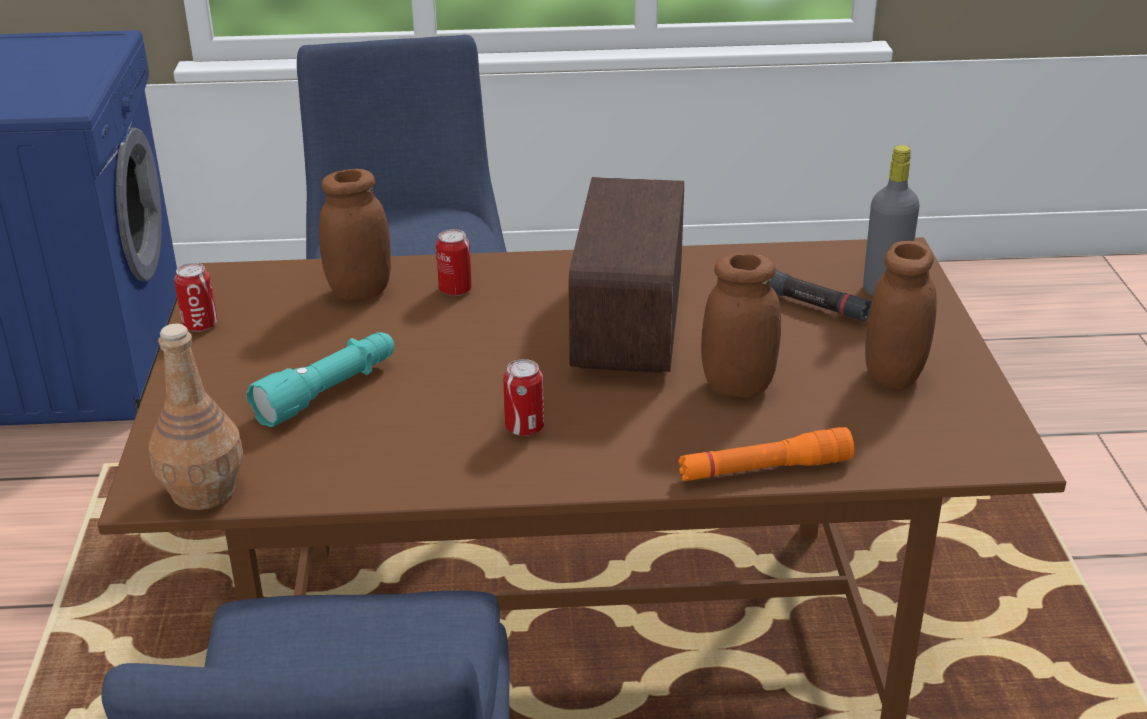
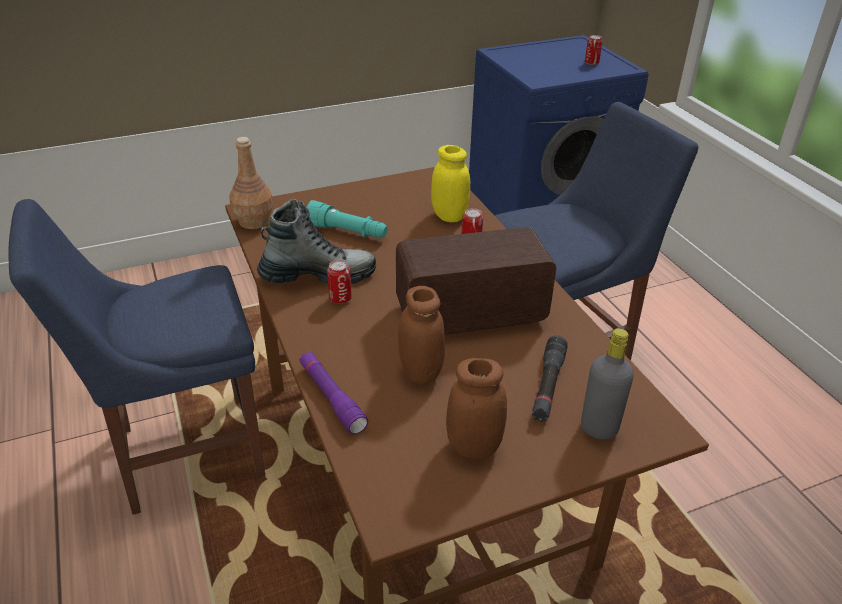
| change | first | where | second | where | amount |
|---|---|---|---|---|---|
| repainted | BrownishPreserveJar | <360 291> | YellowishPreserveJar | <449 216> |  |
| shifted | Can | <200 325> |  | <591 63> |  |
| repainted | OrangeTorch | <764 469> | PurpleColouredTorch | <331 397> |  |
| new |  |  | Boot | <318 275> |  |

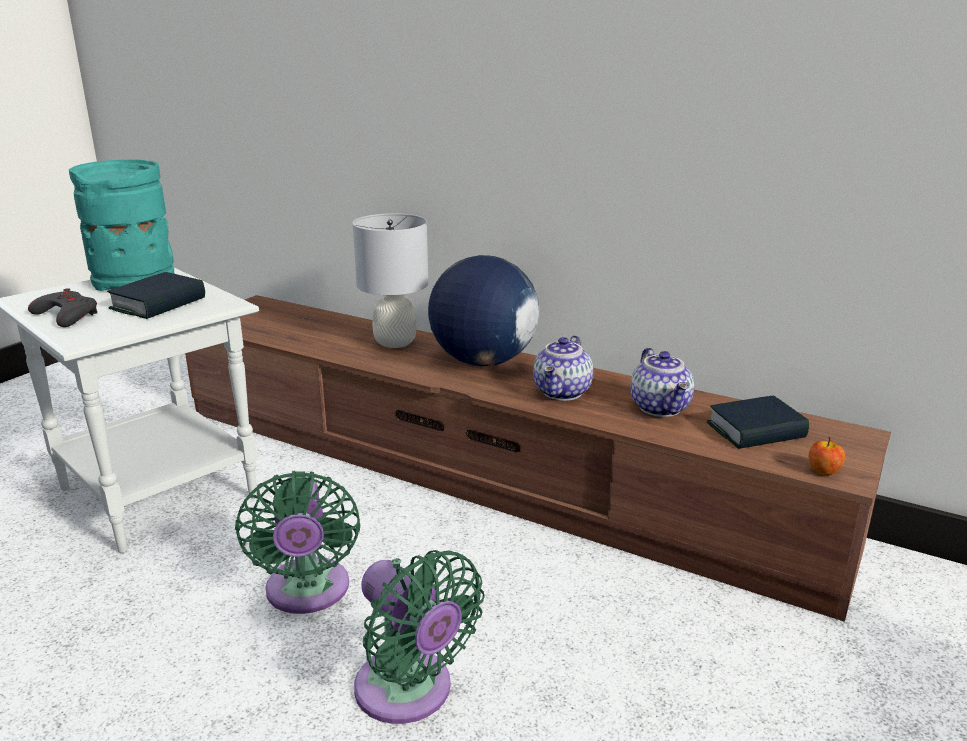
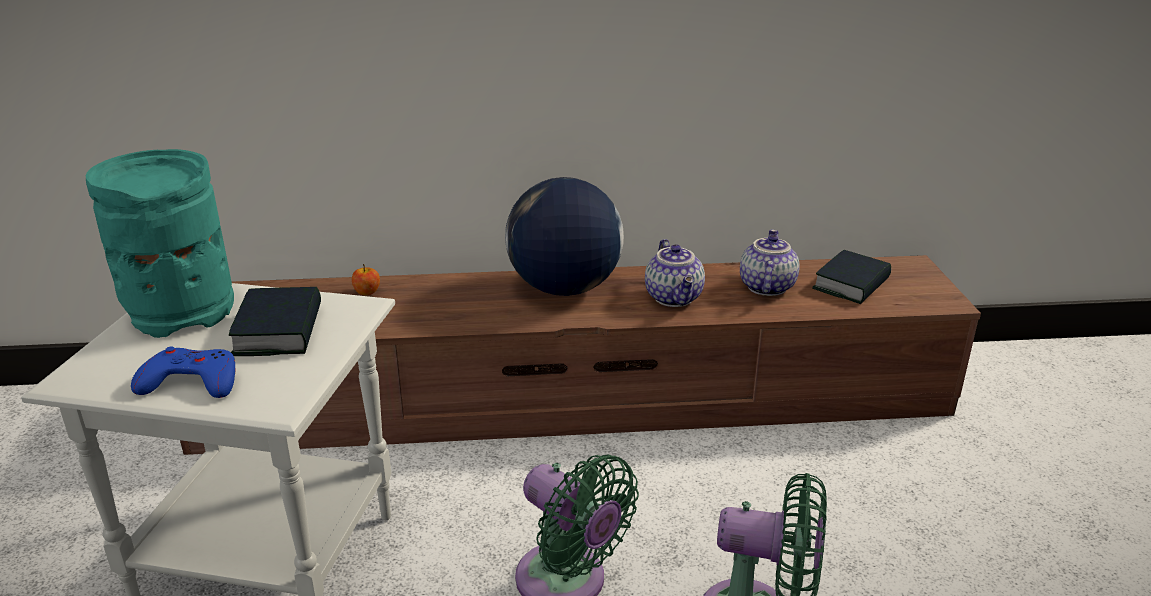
| change | first | where | second | where | amount |
|---|---|---|---|---|---|
| gone | GreyTabletopLamp | <393 343> |  |  |  |
| repainted | GreyGamepad | <66 315> | BlueGamepad | <191 382> |  |
| rotated | Teapot | <661 408> |  | <765 287> | 120 degrees counterclockwise |
| shifted | Apple | <823 471> |  | <367 292> |  |

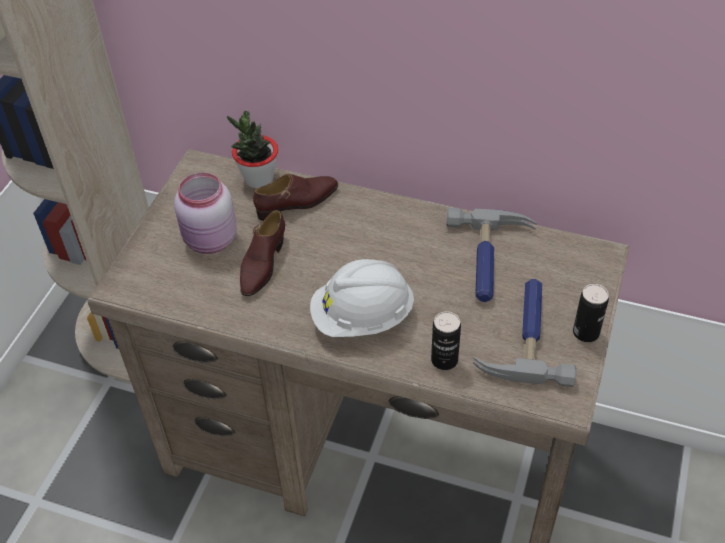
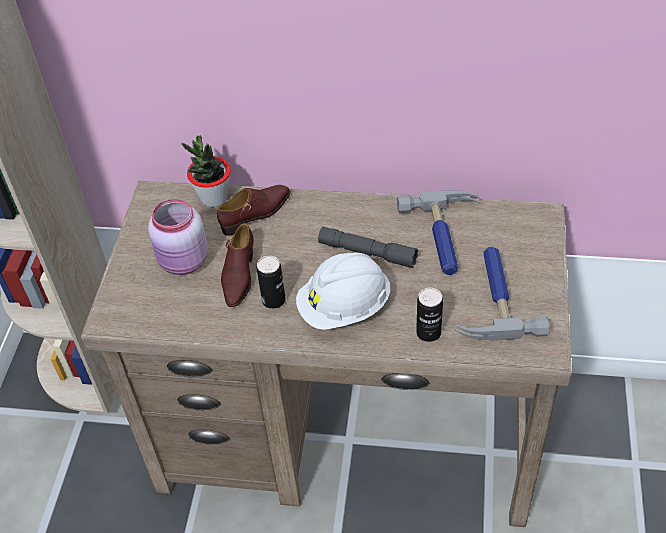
| change | first | where | second | where | amount |
|---|---|---|---|---|---|
| shifted | Can | <586 332> |  | <273 300> |  |
| new |  |  | GreyTorch | <367 253> |  |

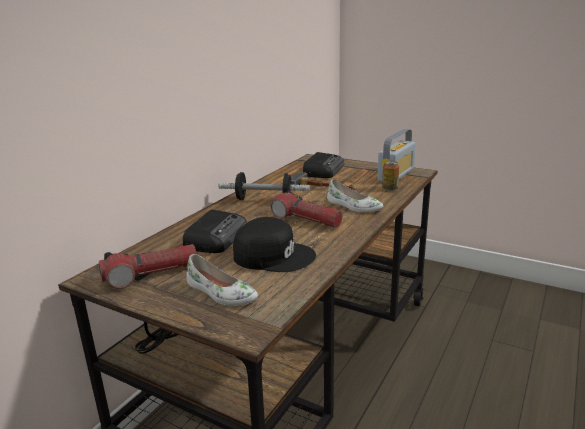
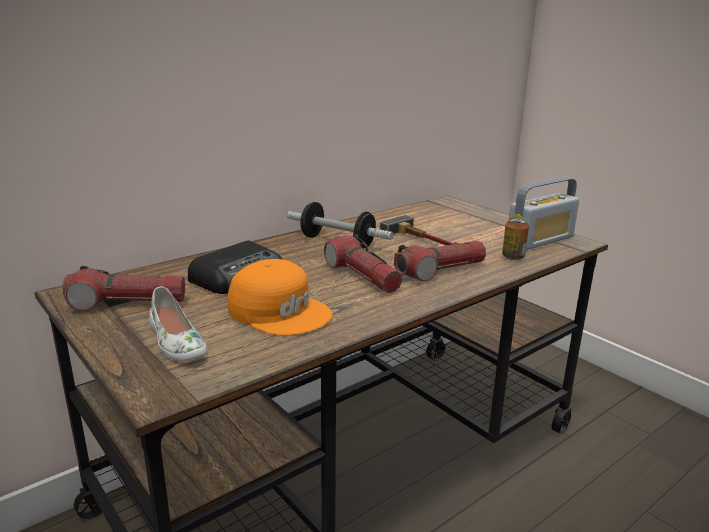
| change | first | where | second | where | amount |
|---|---|---|---|---|---|
| gone | Radio | <323 170> |  |  |  |
| swapped | WhitishShoe | <353 206> | Torch | <440 271> |  |
| repainted | BlackColouredCap | <273 255> | OrangeCap | <280 311> |  |

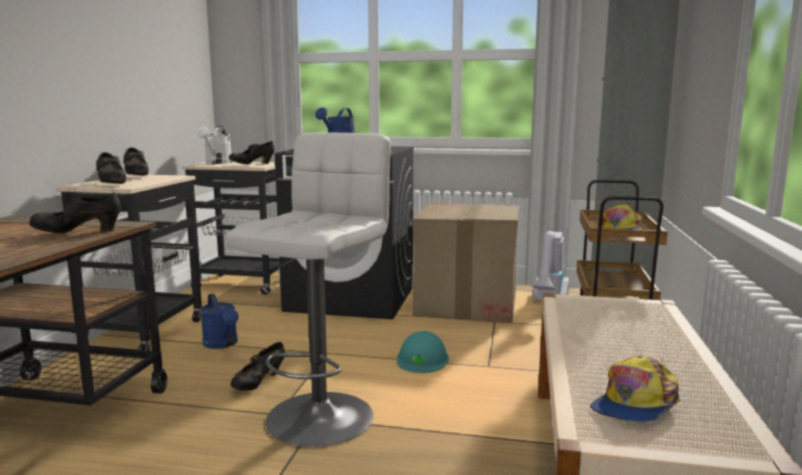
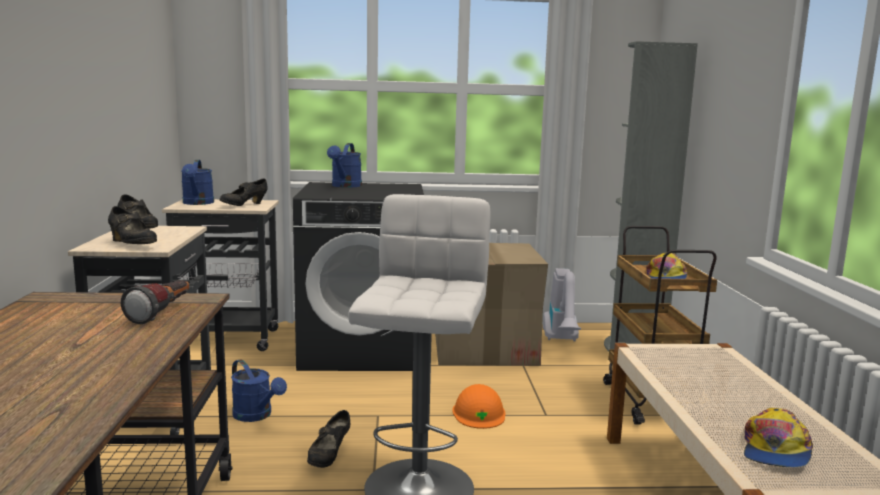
| change | first | where | second | where | amount |
|---|---|---|---|---|---|
| repainted | WhitishSprinklingCan | <217 163> | BlueSprinklingCan | <197 203> |  |
| swapped | BlackColouredShoe | <78 232> | Torch | <162 313> |  |
| repainted | BlueGreenSafetyHelmet | <422 359> | OrangeSafetyHelmet | <479 413> |  |

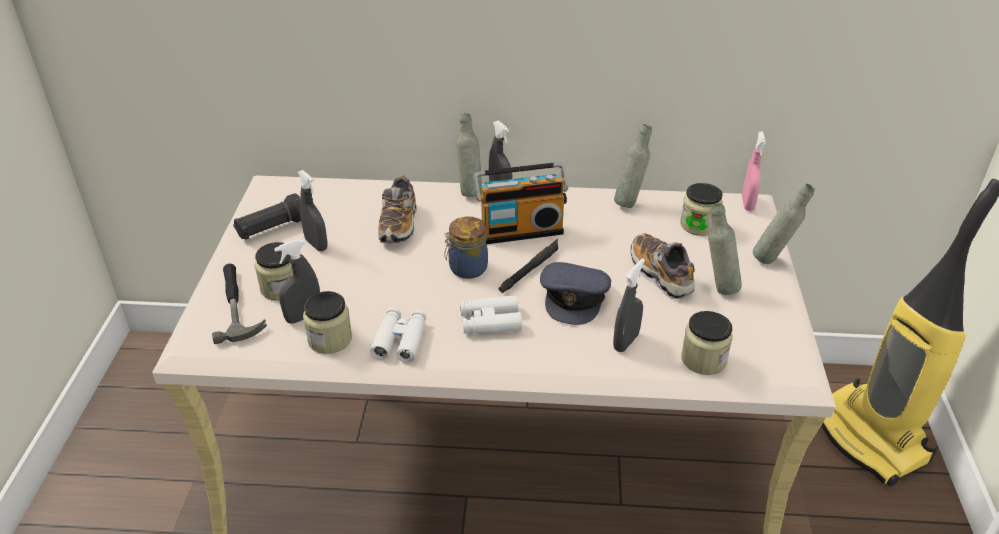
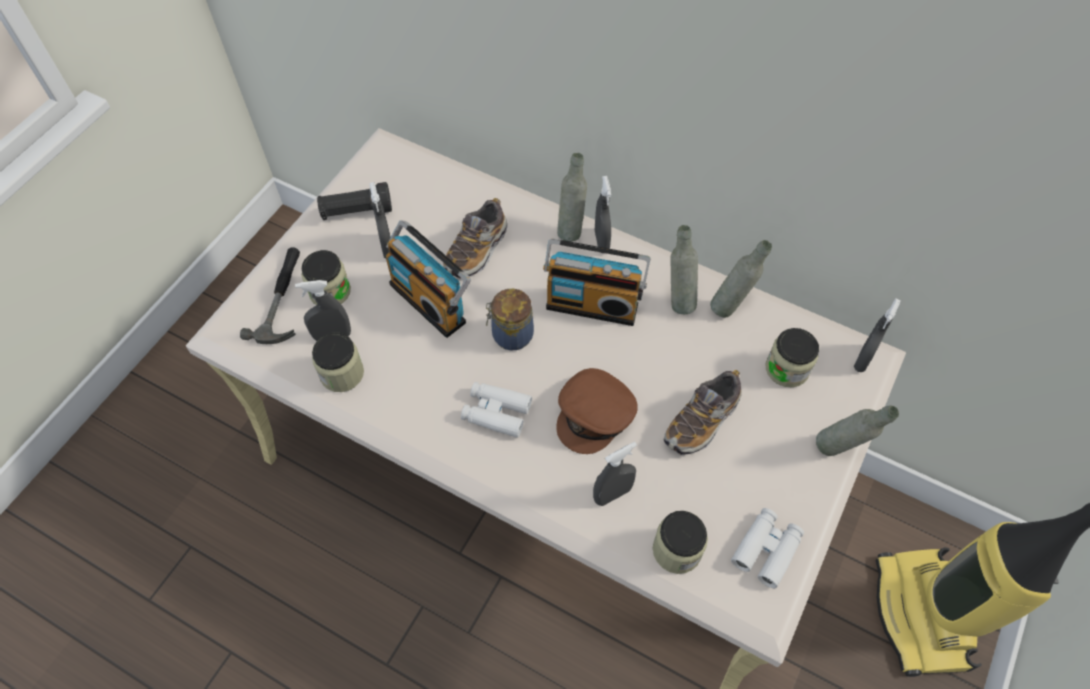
| change | first | where | second | where | amount |
|---|---|---|---|---|---|
| repainted | PinkSprayer | <747 204> | GreySprayer | <863 359> |  |
| shifted | GreyDrinkBottle | <718 287> |  | <678 299> |  |
| rotated | Shoe | <660 274> |  | <702 421> | 135 degrees counterclockwise |
| gone | BlackColouredTorch | <530 269> |  |  |  |
| repainted | GreyCap | <574 297> | BrownishCap | <595 415> |  |
| shifted | WhitishBinoculars | <400 340> |  | <766 550> |  |
| new |  |  | Radio | <431 301> |  |

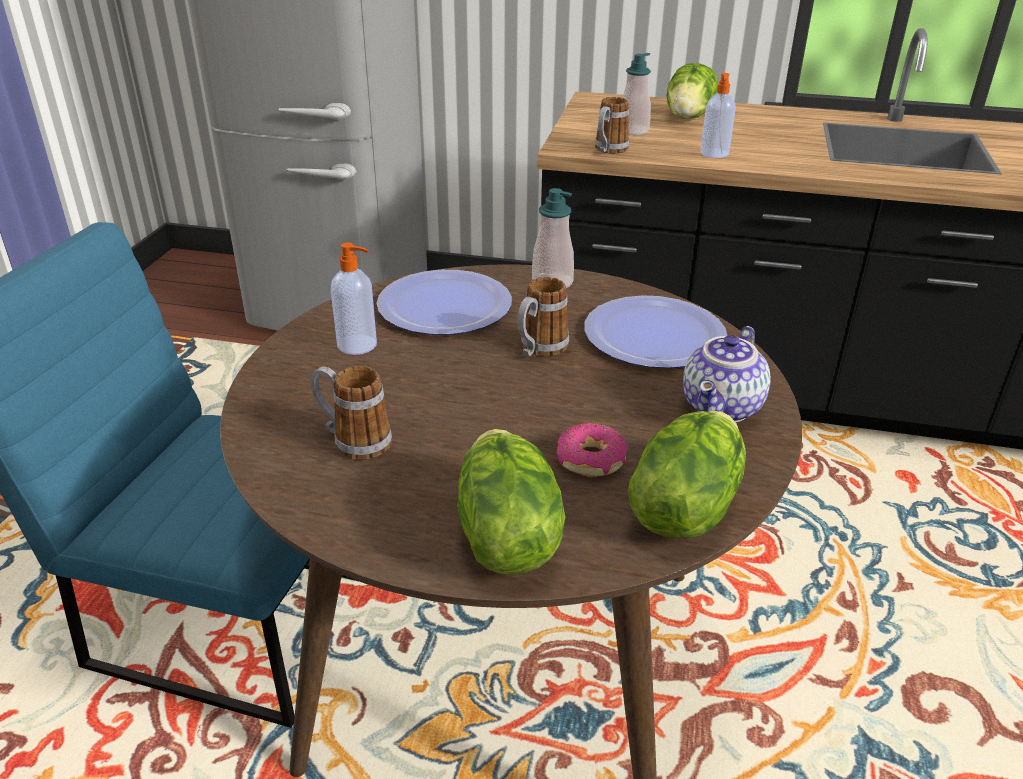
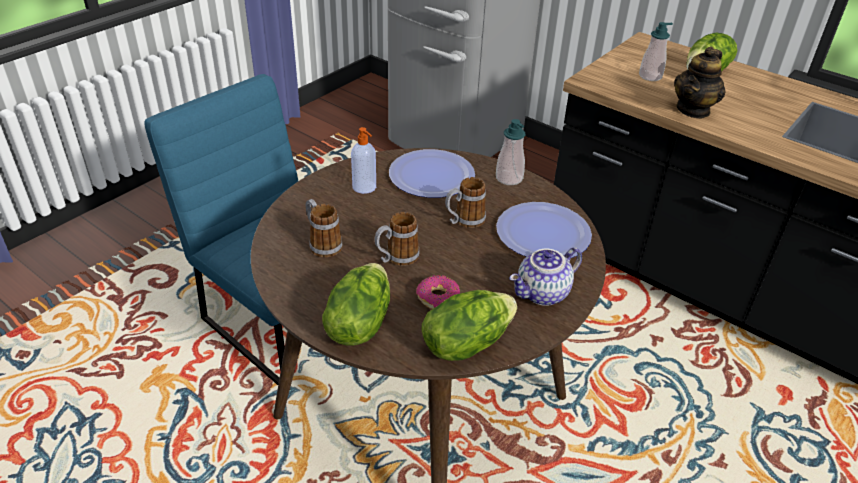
| change | first | where | second | where | amount |
|---|---|---|---|---|---|
| swapped | SoapDispenser | <714 154> | Teapot | <693 110> |  |
| shifted | Mug | <608 150> |  | <396 258> |  |

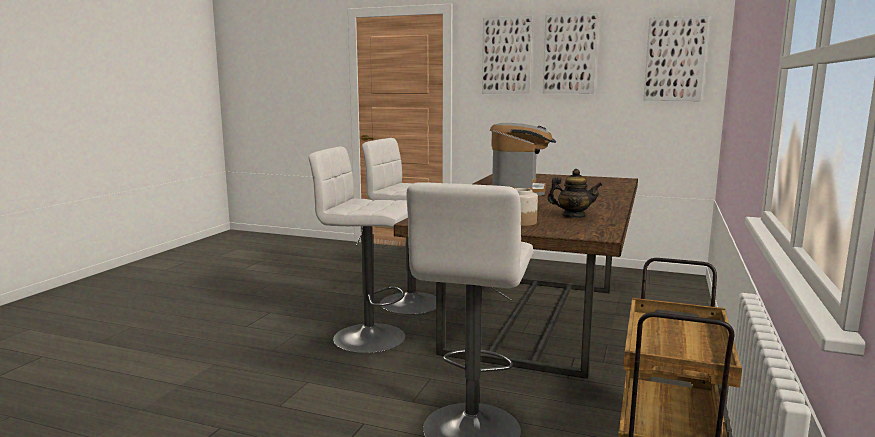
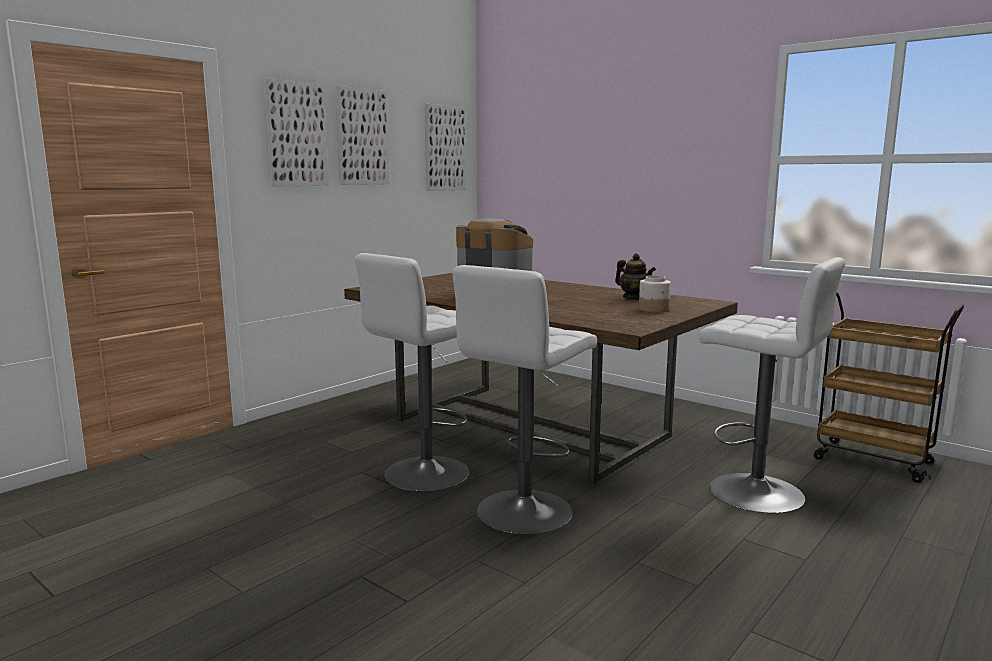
| change | first | where | second | where | amount |
|---|---|---|---|---|---|
| rotated | Teapot | <573 216> |  | <634 298> | 105 degrees clockwise |

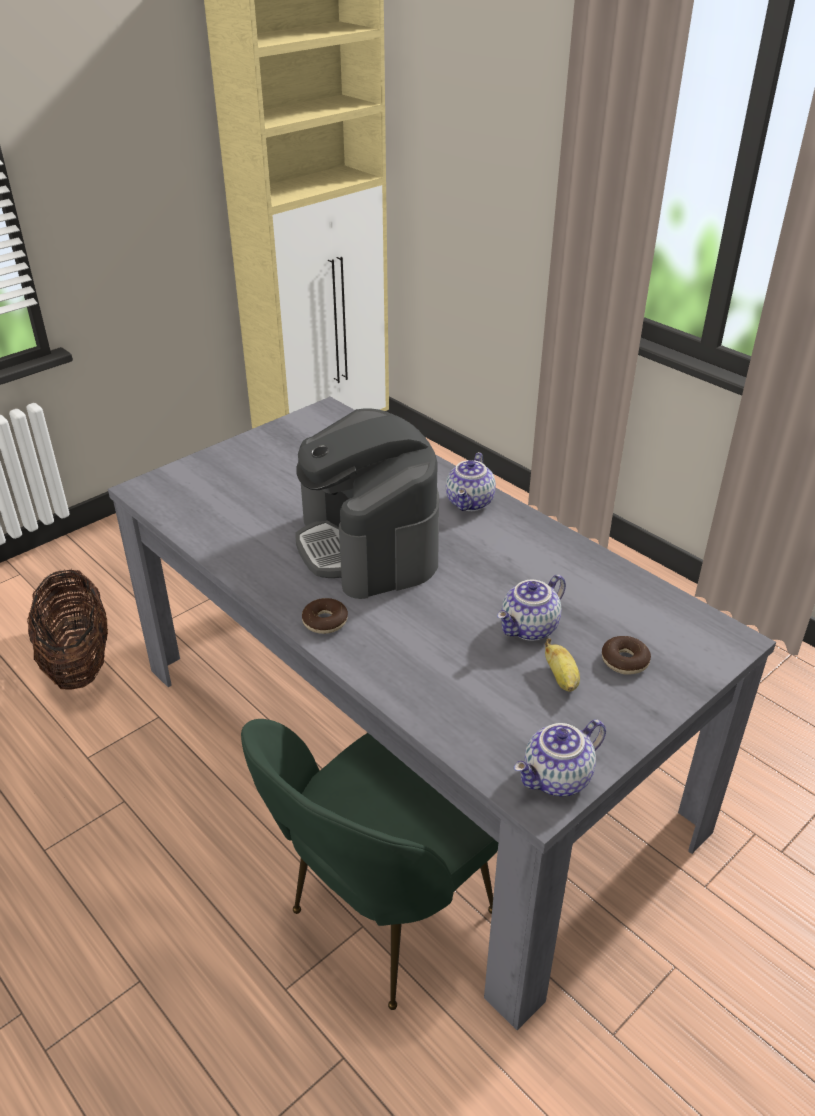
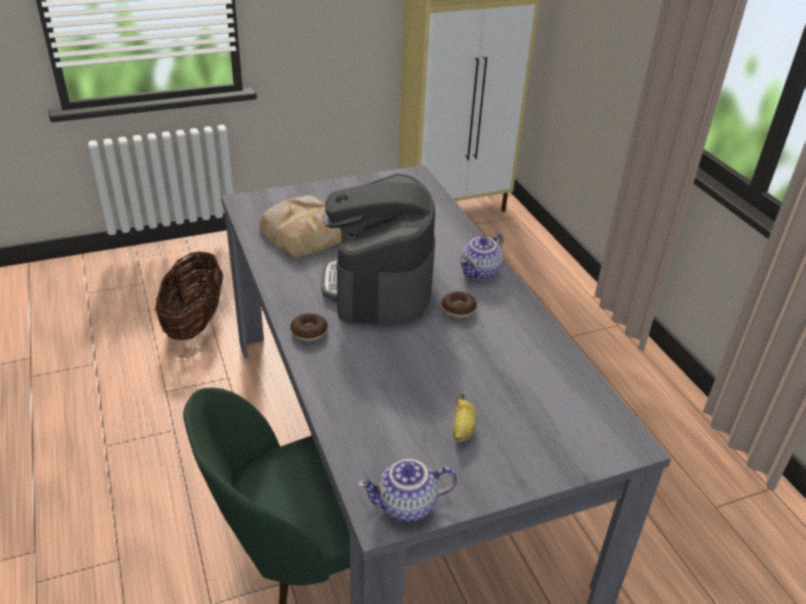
| change | first | where | second | where | amount |
|---|---|---|---|---|---|
| gone | Teapot | <530 629> |  |  |  |
| shifted | Donut | <624 661> |  | <458 309> |  |
| new |  |  | Bread | <303 232> |  |

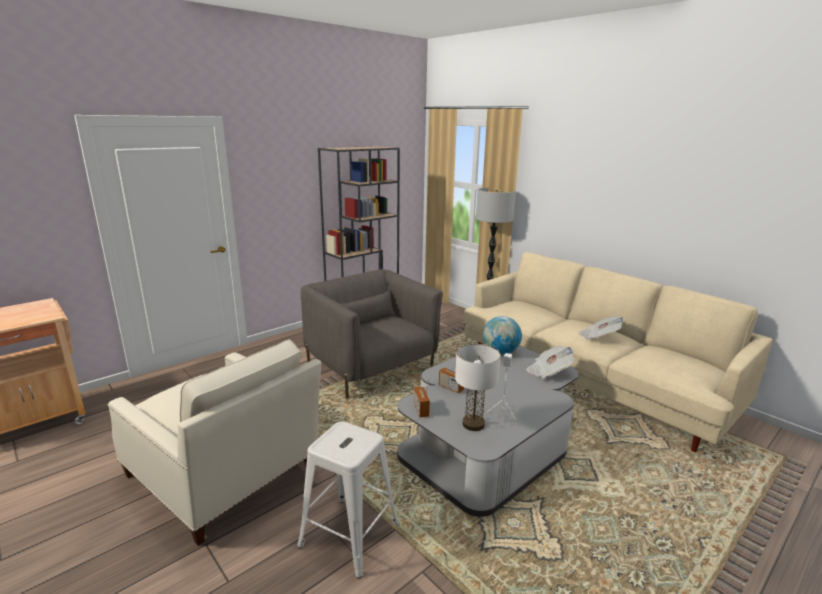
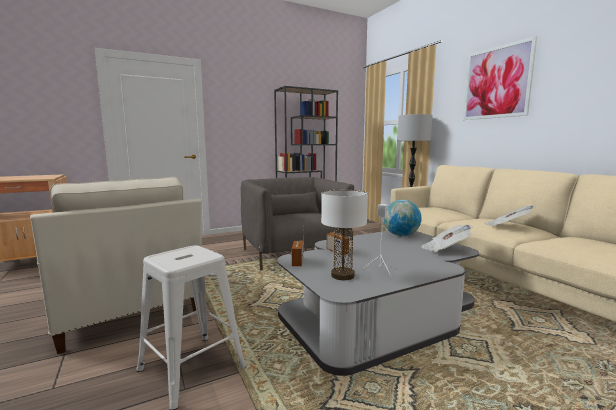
| change | first | where | second | where | amount |
|---|---|---|---|---|---|
| new |  |  | Picture | <496 82> |  |

